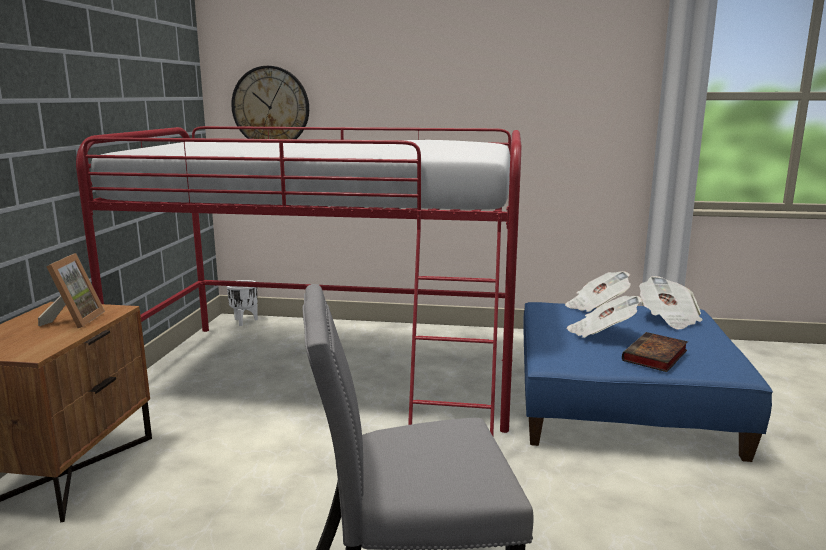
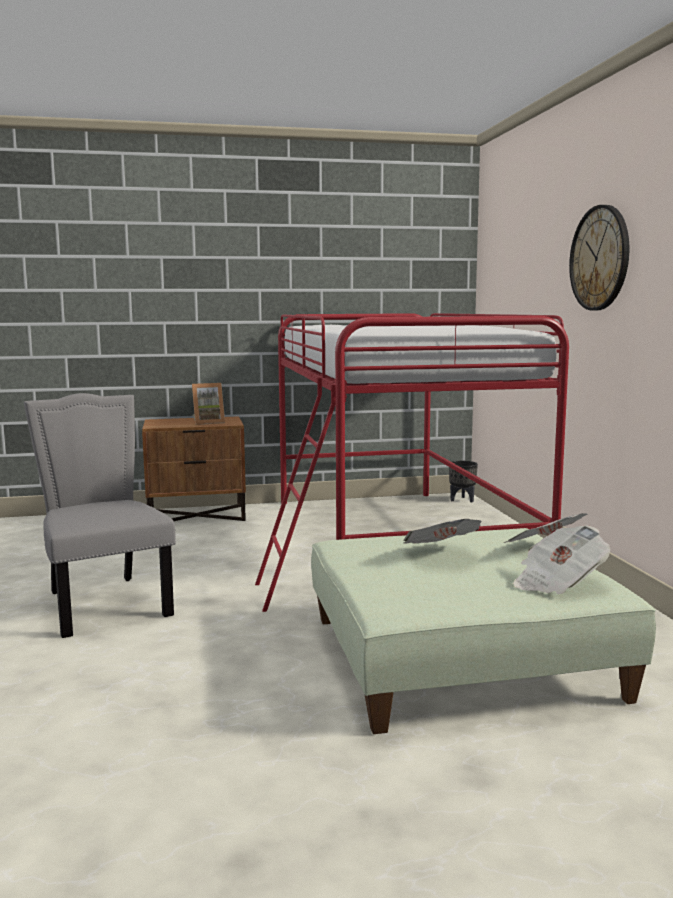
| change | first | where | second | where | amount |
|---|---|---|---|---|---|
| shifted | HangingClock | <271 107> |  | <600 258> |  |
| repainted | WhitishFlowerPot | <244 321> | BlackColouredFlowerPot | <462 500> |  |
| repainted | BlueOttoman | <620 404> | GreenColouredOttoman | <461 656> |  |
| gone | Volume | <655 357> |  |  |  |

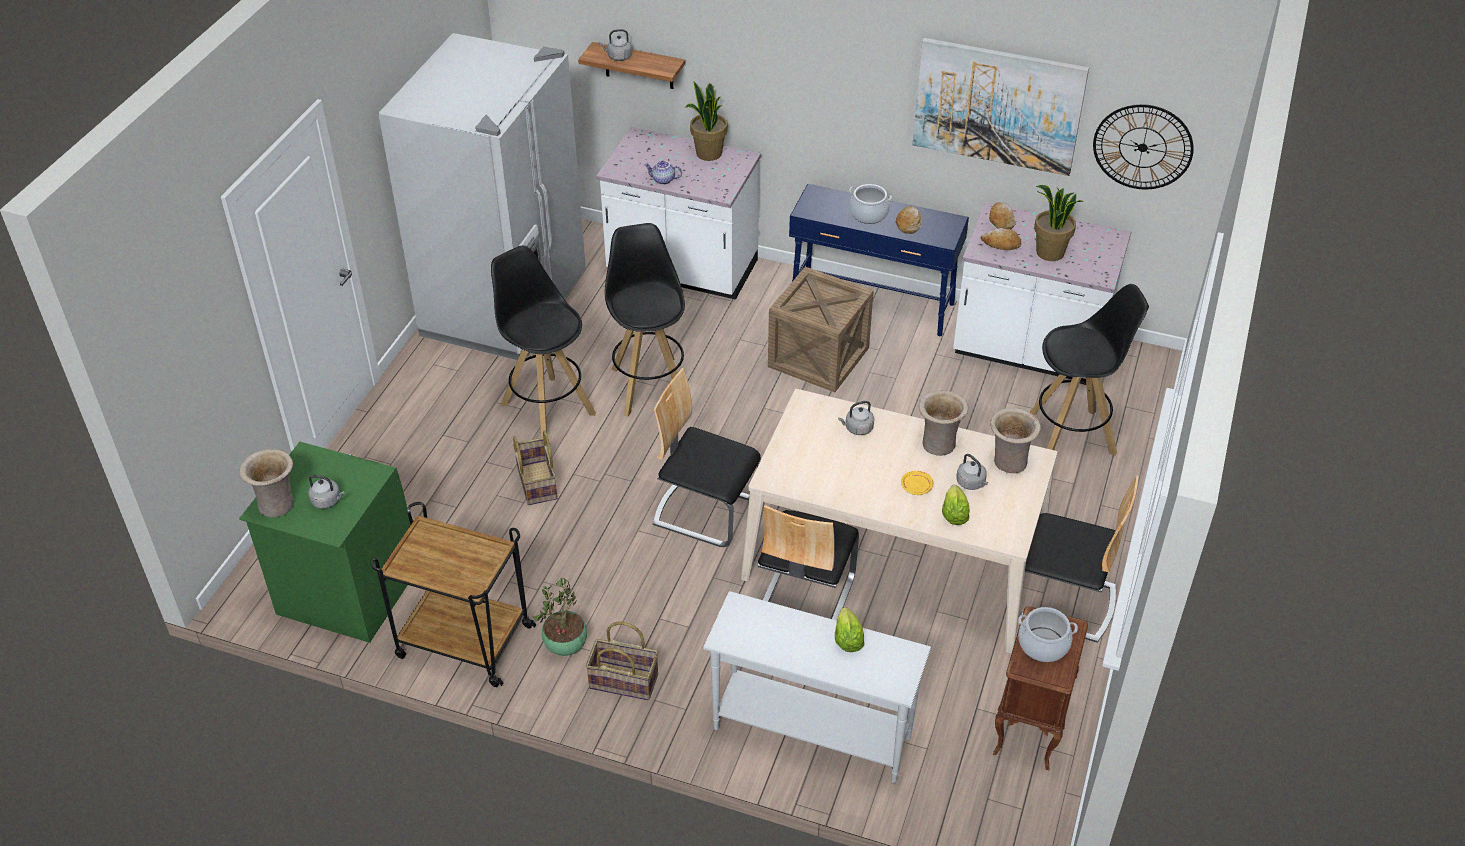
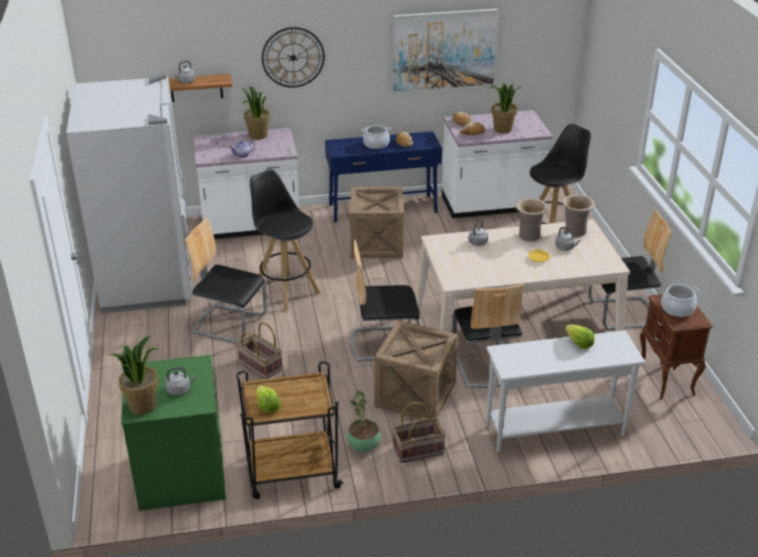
| change | first | where | second | where | amount |
|---|---|---|---|---|---|
| shifted | HangingClock | <1142 147> |  | <293 57> |  |
| swapped | BlackColouredSittingStool | <547 408> | UprightChair | <229 324> |  |
| swapped | SandColouredVase | <276 504> | PlantInAPot | <143 405> |  |
| shifted | LettuceHead | <954 514> |  | <267 406> |  |
| new |  |  | Crate | <415 394> |  |

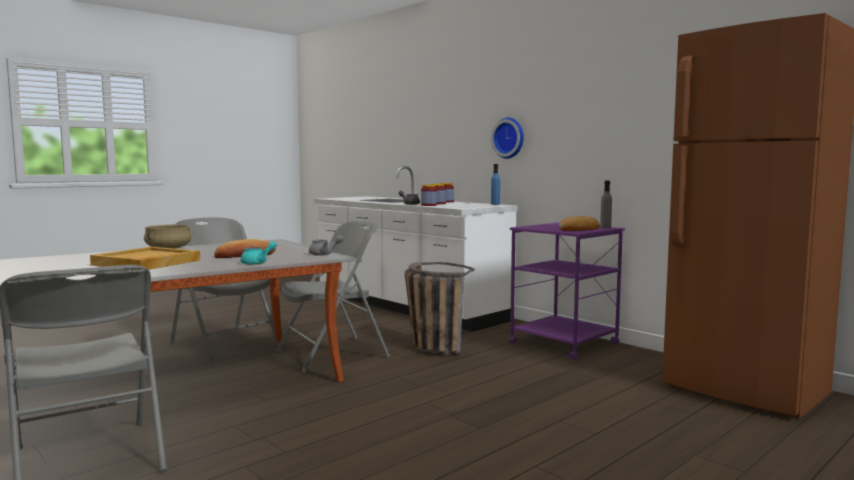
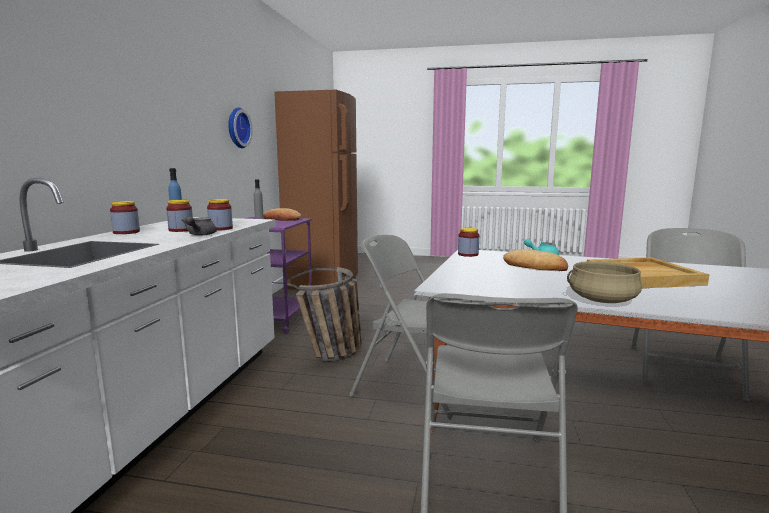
| change | first | where | second | where | amount |
|---|---|---|---|---|---|
| shifted | HangingClock | <509 138> |  | <237 128> |  |
| swapped | GreyTeapot | <324 254> | PreserveJar | <468 254> |  |

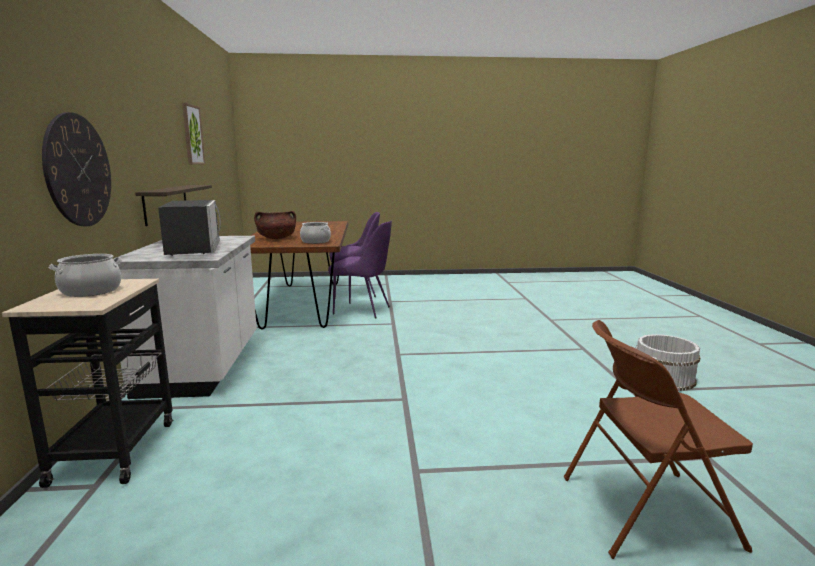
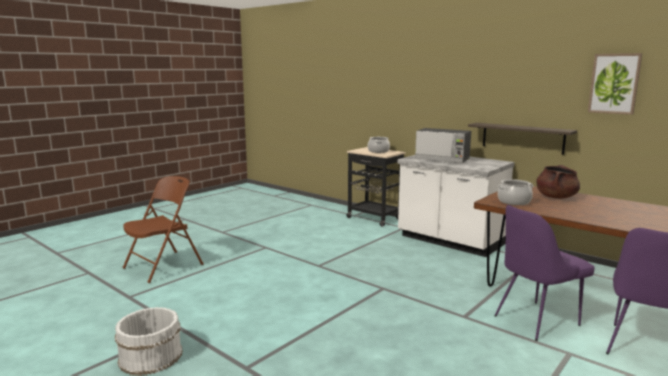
| change | first | where | second | where | amount |
|---|---|---|---|---|---|
| gone | HangingClock | <78 170> |  |  |  |

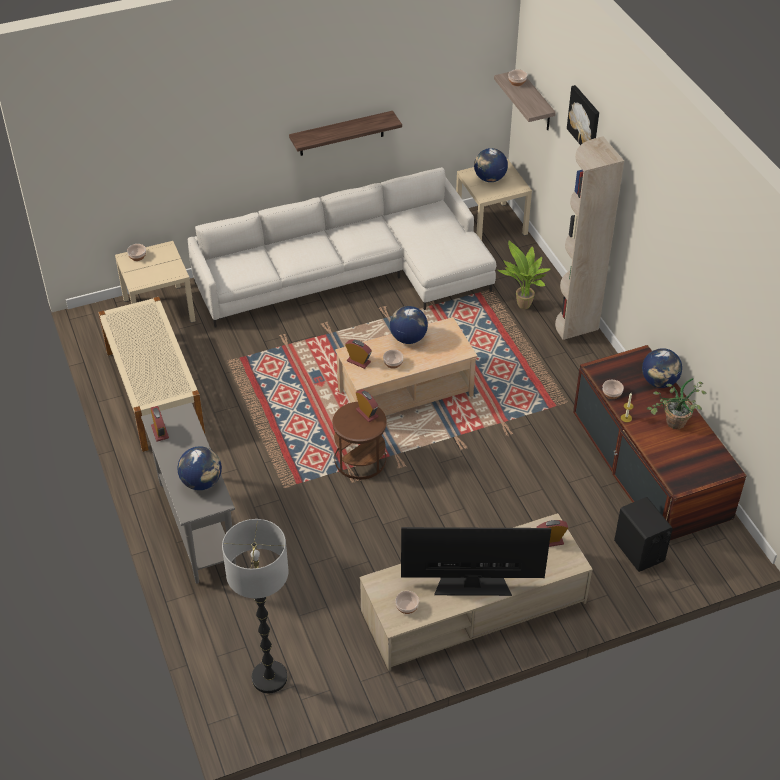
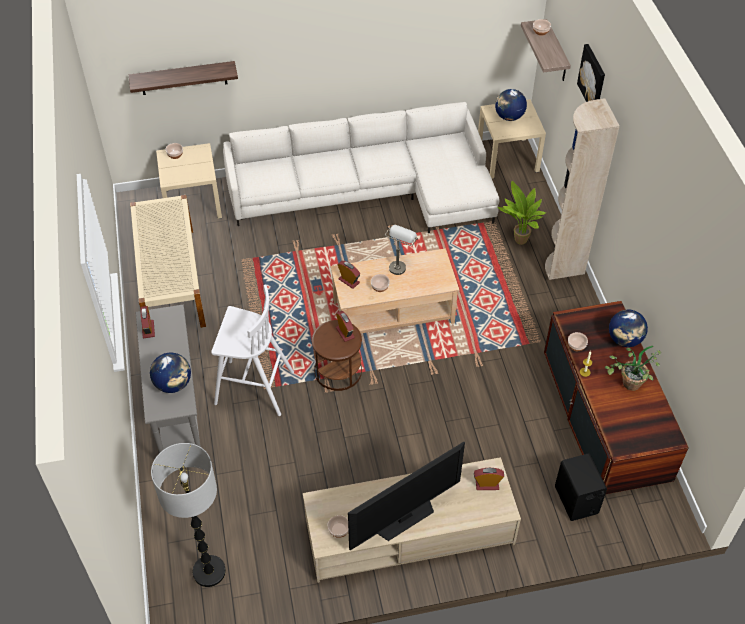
| change | first | where | second | where | amount |
|---|---|---|---|---|---|
| shifted | WallShelf | <341 133> |  | <183 78> |  |
| swapped | WorldGlobe | <408 338> | GreyTabletopLamp | <399 264> |  |
| rotated | Television | <472 584> |  | <404 517> | 135 degrees clockwise |
| new |  |  | WhitishSittingStool | <252 387> |  |

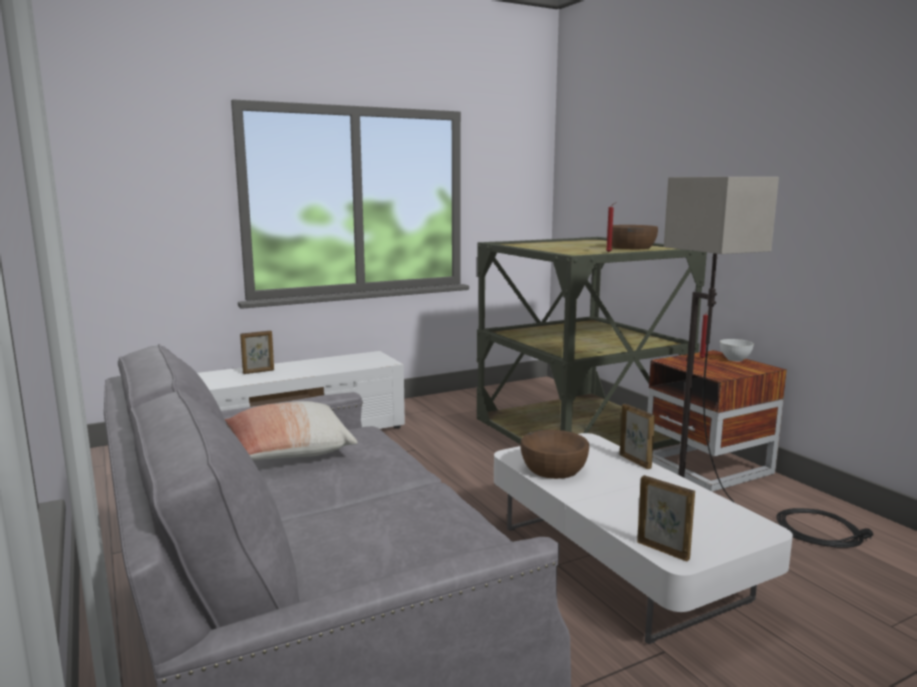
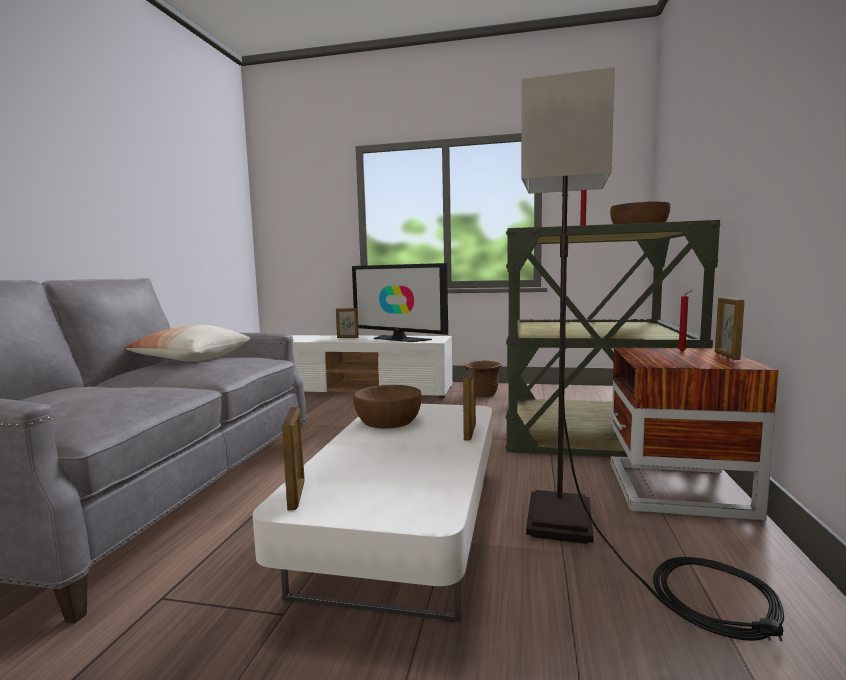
| change | first | where | second | where | amount |
|---|---|---|---|---|---|
| swapped | WhitishServingBowl | <735 359> | StandingFrame | <726 356> |  |
| new |  |  | Television | <399 339> |  |
| new |  |  | BrownishFlowerPot | <483 394> |  |

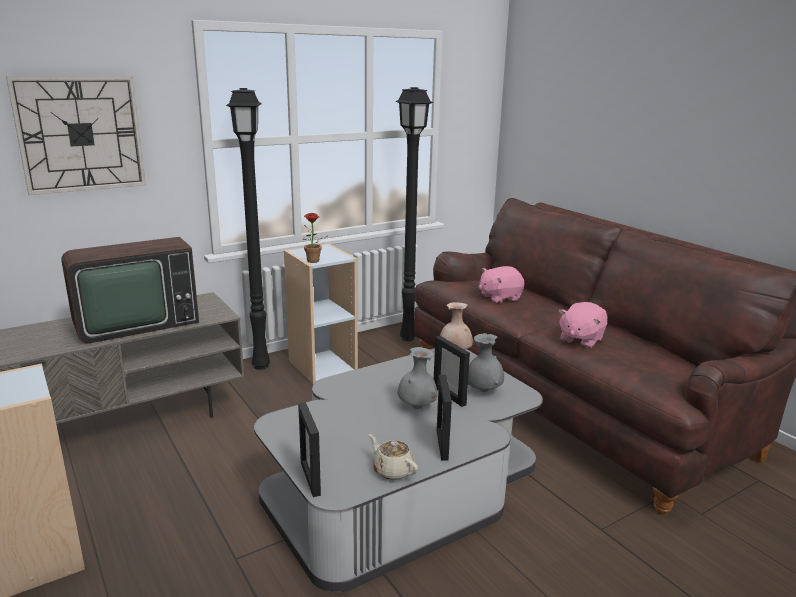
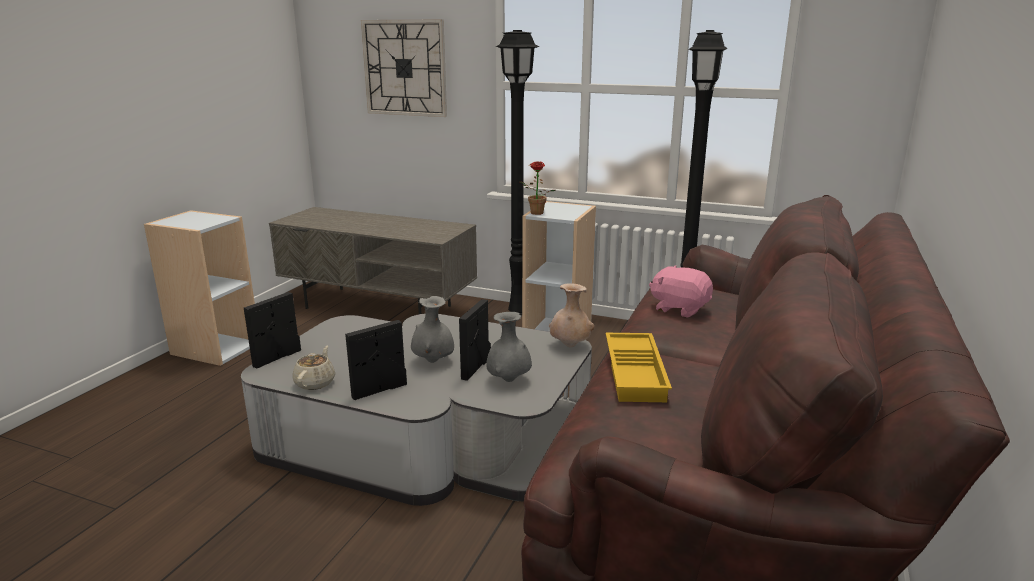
| change | first | where | second | where | amount |
|---|---|---|---|---|---|
| gone | Television | <134 323> |  |  |  |
| swapped | PinkCuddlyToy | <580 340> | YellowishServingTray | <637 373> |  |

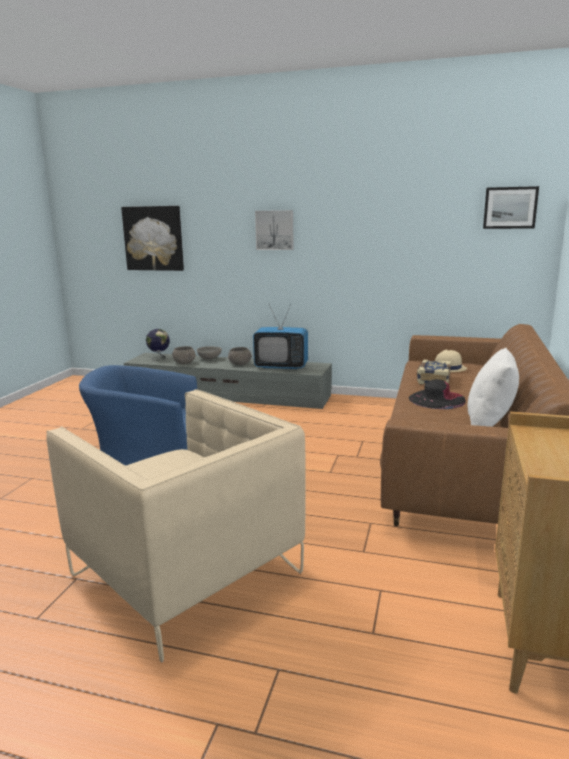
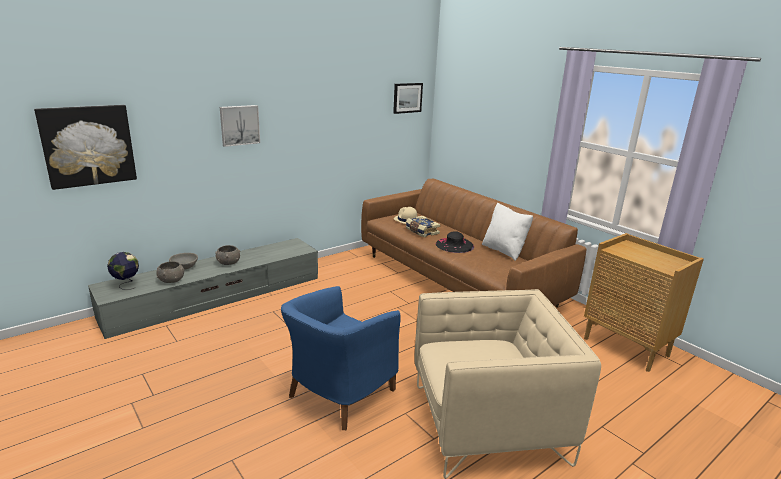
| change | first | where | second | where | amount |
|---|---|---|---|---|---|
| gone | Television | <281 366> |  |  |  |

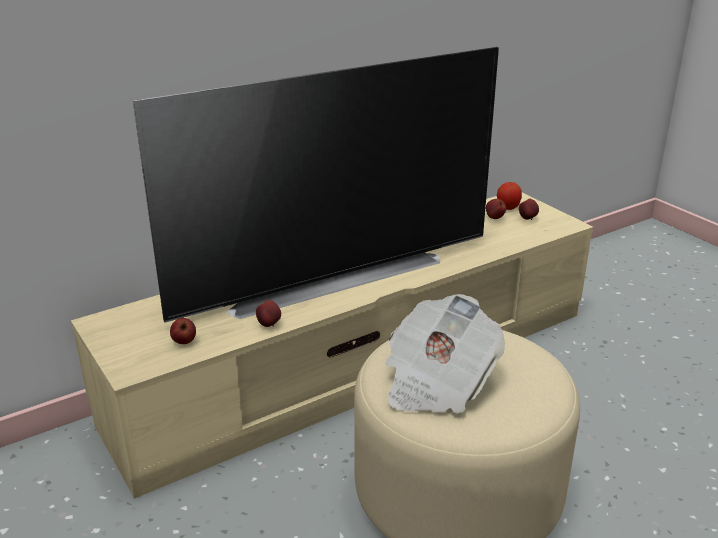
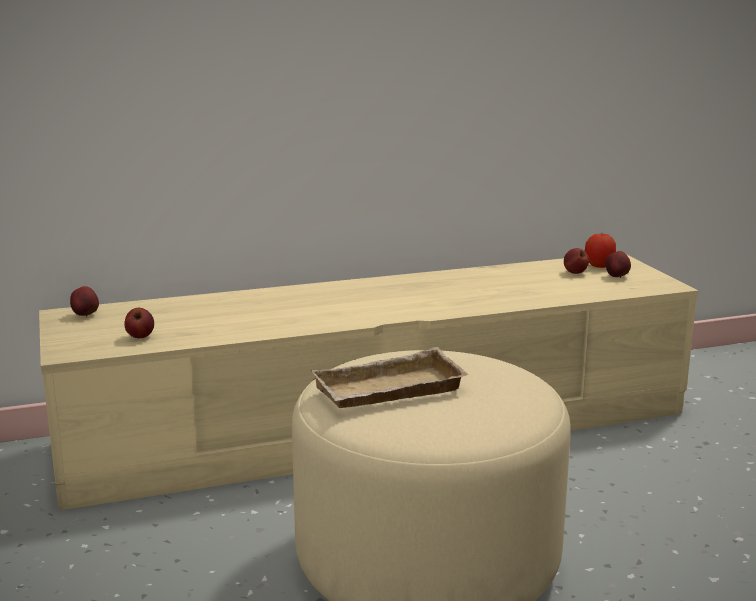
| change | first | where | second | where | amount |
|---|---|---|---|---|---|
| gone | Television | <331 276> |  |  |  |
| swapped | PrintedPaper | <437 382> | SandColouredServingTray | <388 392> |  |
| shifted | Apple | <269 324> |  | <85 315> |  |

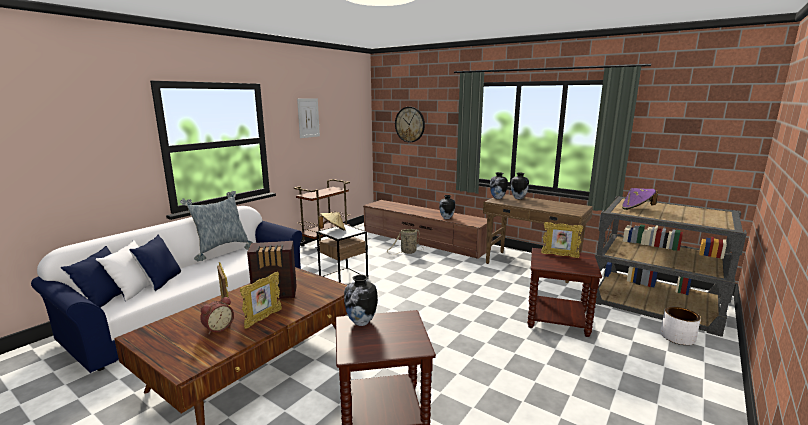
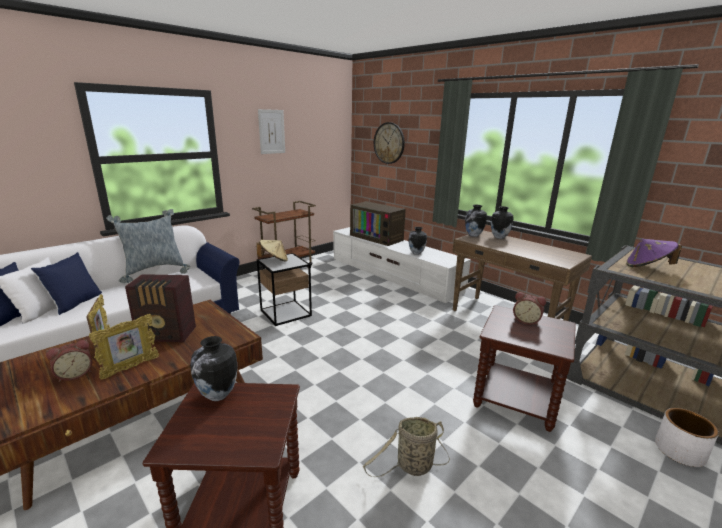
| change | first | where | second | where | amount |
|---|---|---|---|---|---|
| repainted | BrownishMediaConsole | <424 239> | WhitishMediaConsole | <394 274> |  |
| swapped | StandingFrame | <559 255> | BedsideClock | <526 320> |  |
| shifted | HouseholdBasket | <407 252> |  | <412 467> |  |
| new |  |  | Television | <377 237> |  |

